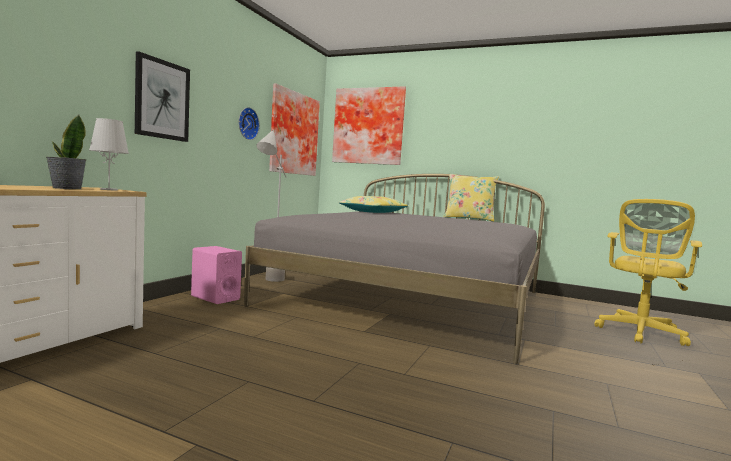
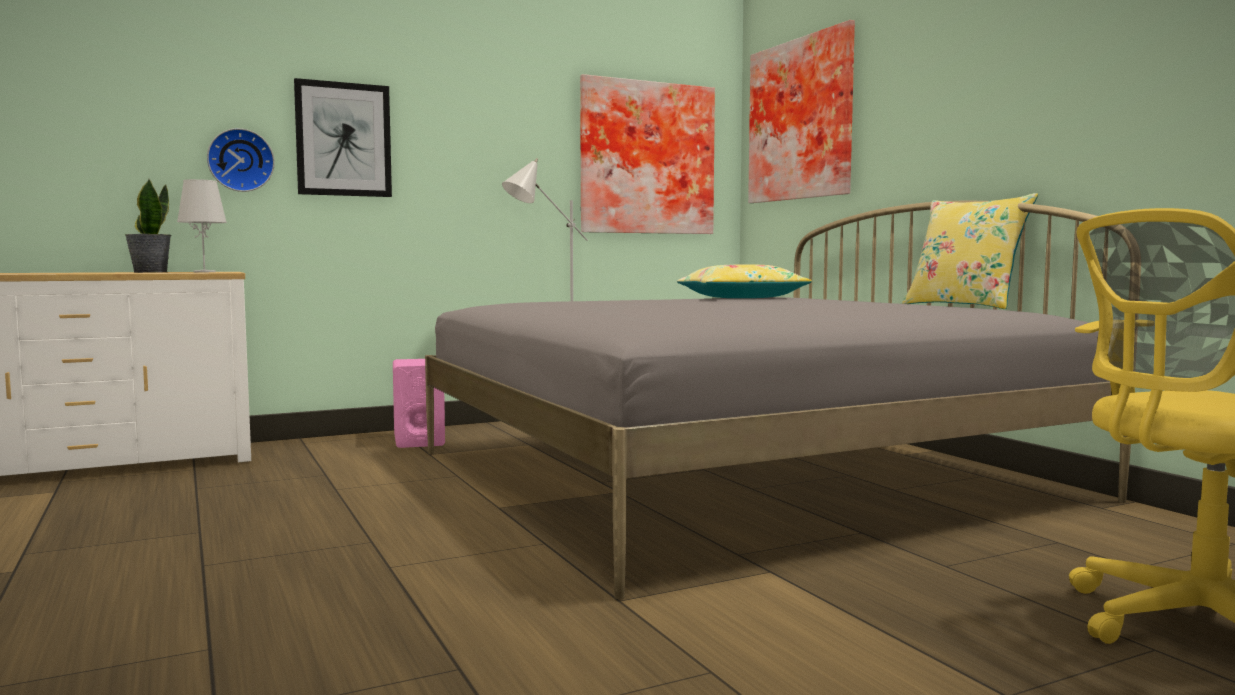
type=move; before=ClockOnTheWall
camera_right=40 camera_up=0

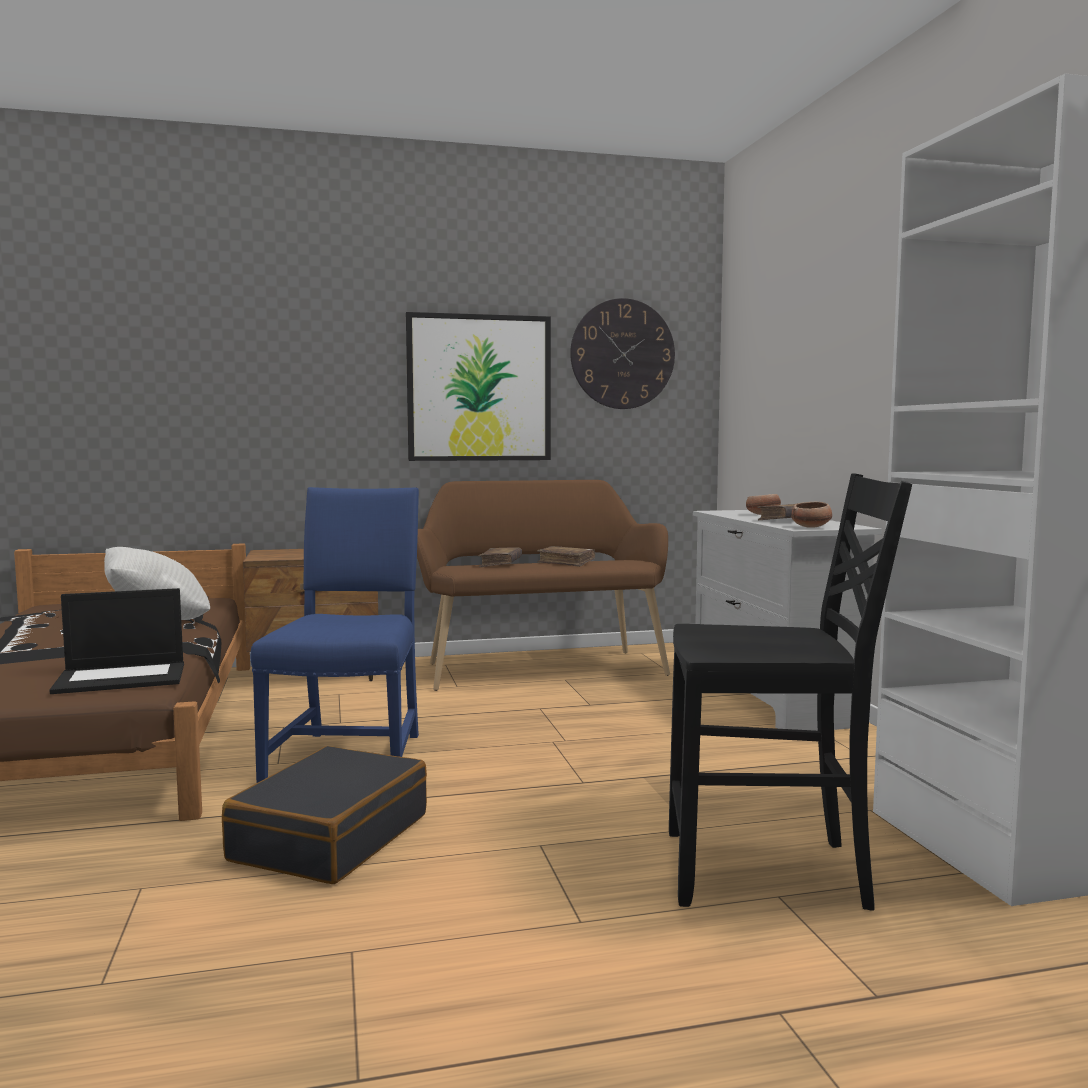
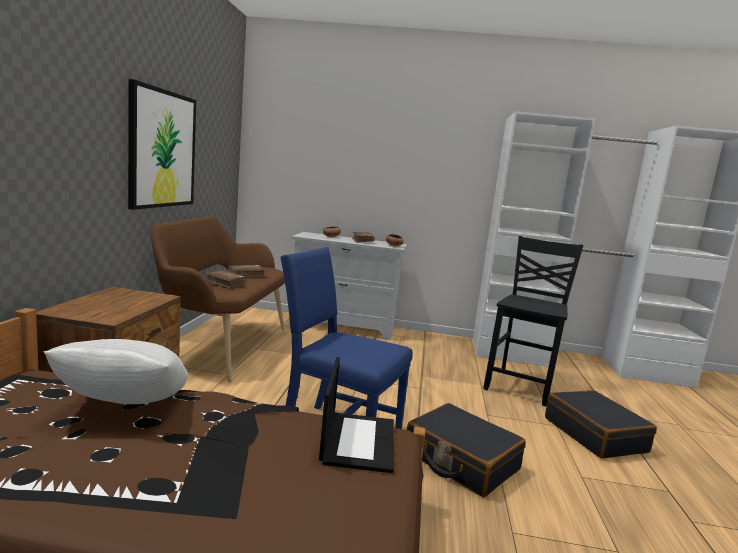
type=insert; after=BlackishSuitcase (2nd from left)
type=delete; before=ClockOnTheWall
camera_right=-70 camera_up=5

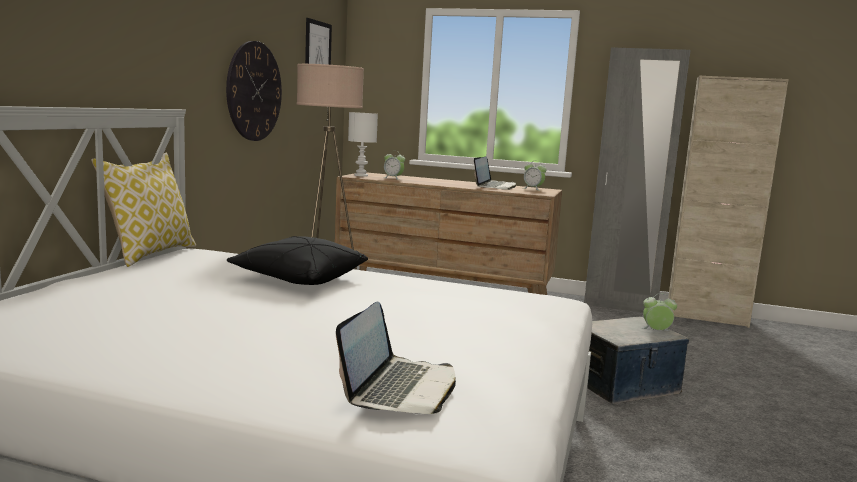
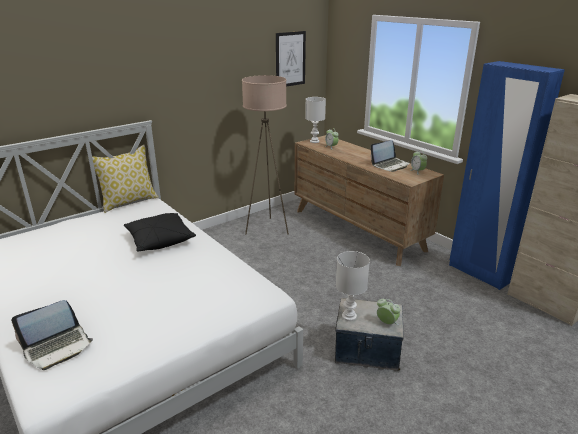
type=insert; after=WhitishLampForATable (2nd from left)
type=recolor; before=GreyWardrobe; after=BlueWardrobe
type=delete; before=ClockOnTheWall
camera_right=35 camera_up=15

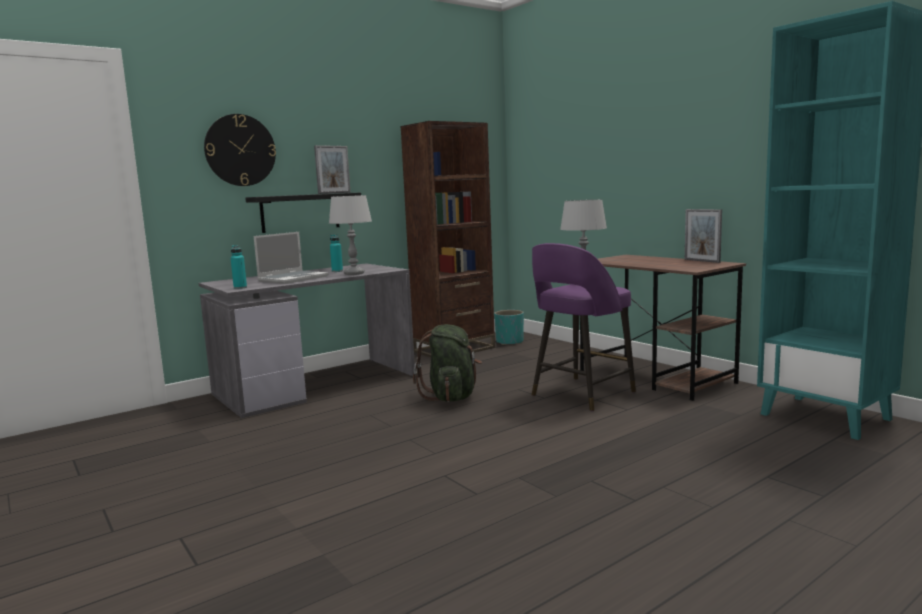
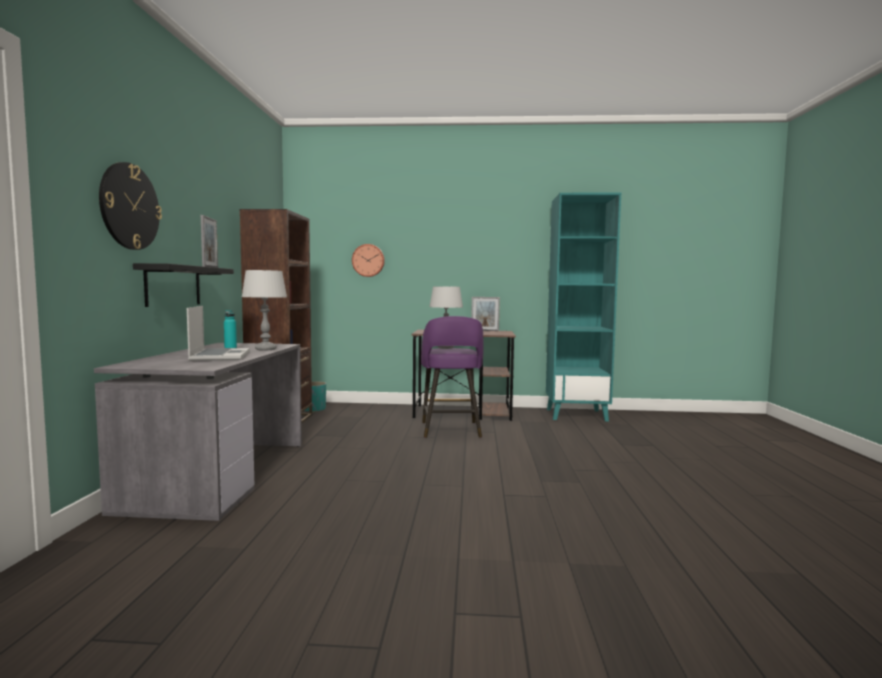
type=insert; after=ClockOnTheWall (2nd from left)
type=delete; before=TurquoiseBeverageBottle (1st from left)
type=delete; before=GreenishRucksack
camera_right=-50 camera_up=-5

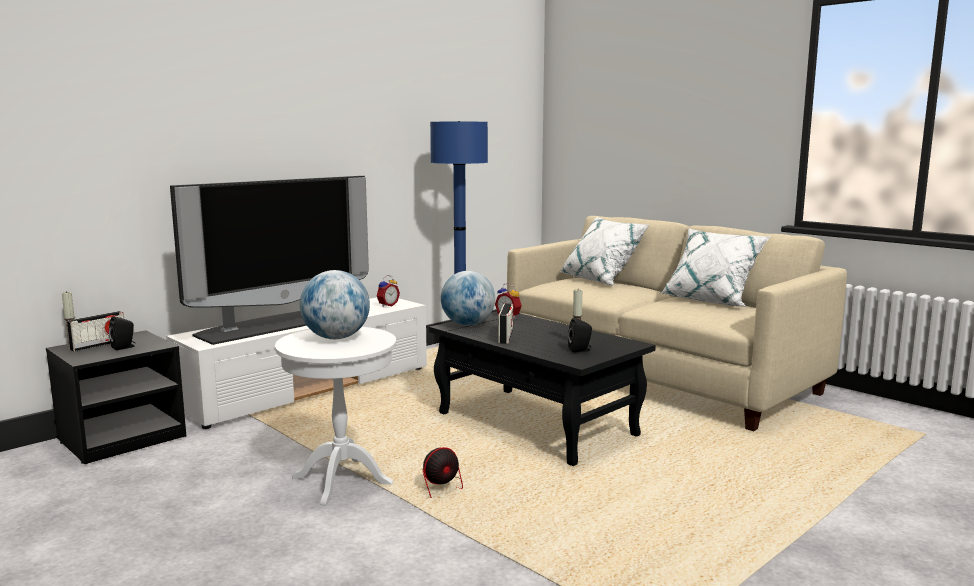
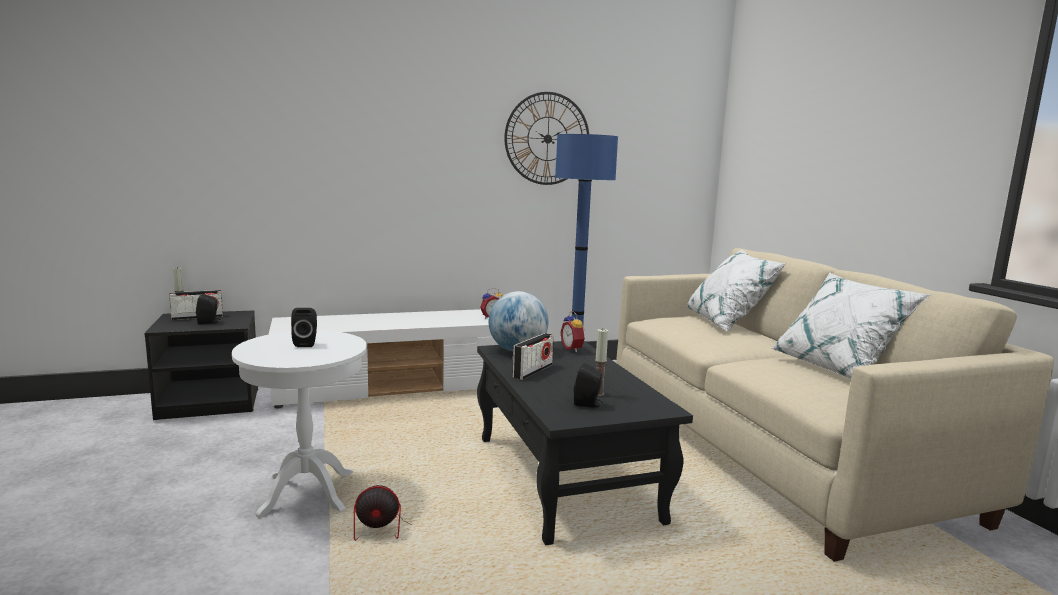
type=replace; before=Globe (1st from left); after=BlackishSpeaker (2nd from left)
type=insert; after=ClockOnTheWall
type=delete; before=TvSet
camera_right=25 camera_up=0

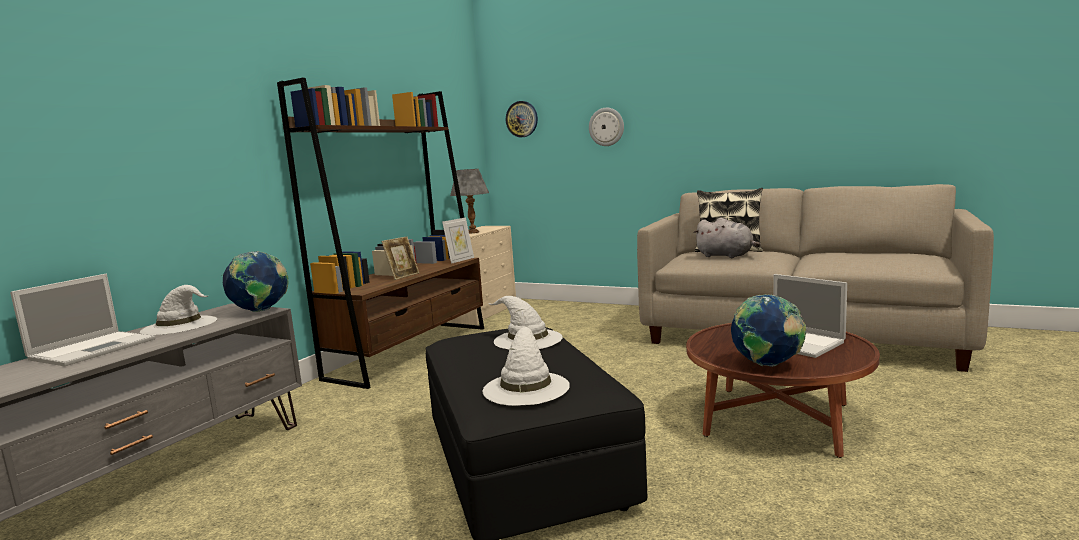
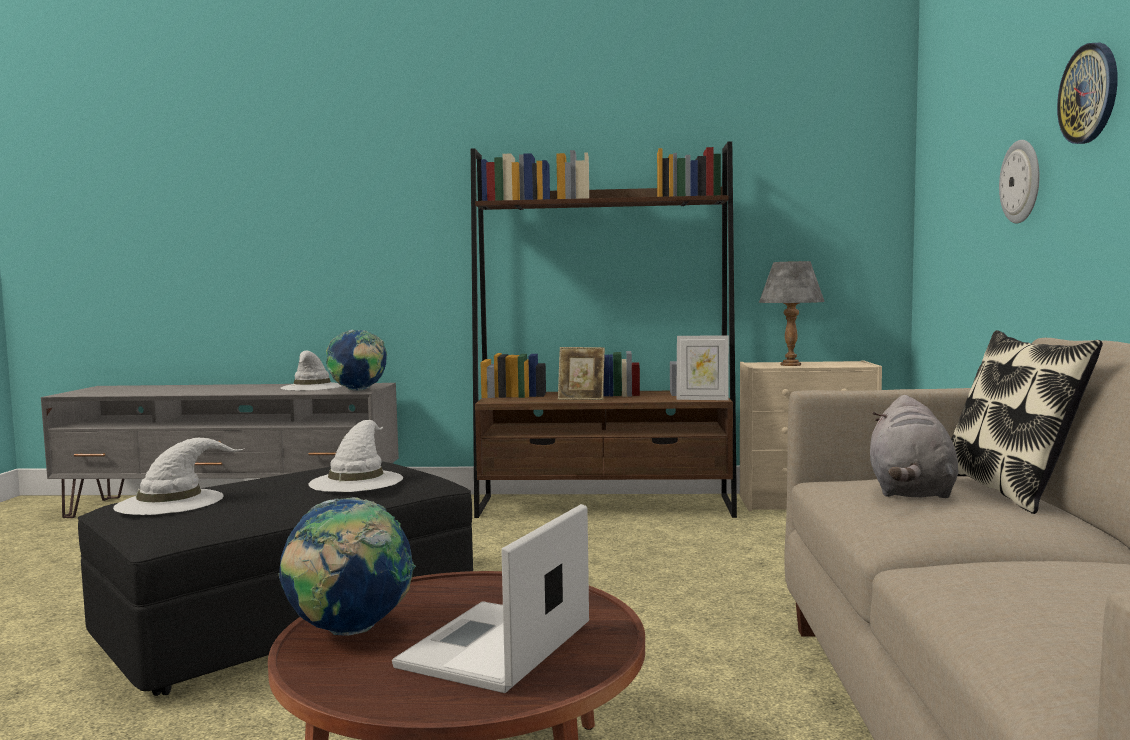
type=move; before=ClockOnTheWall (1st from left in the first image); after=ClockOnTheWall (2nd from left)
type=delete; before=Laptop (1st from left)
camera_right=65 camera_up=-5

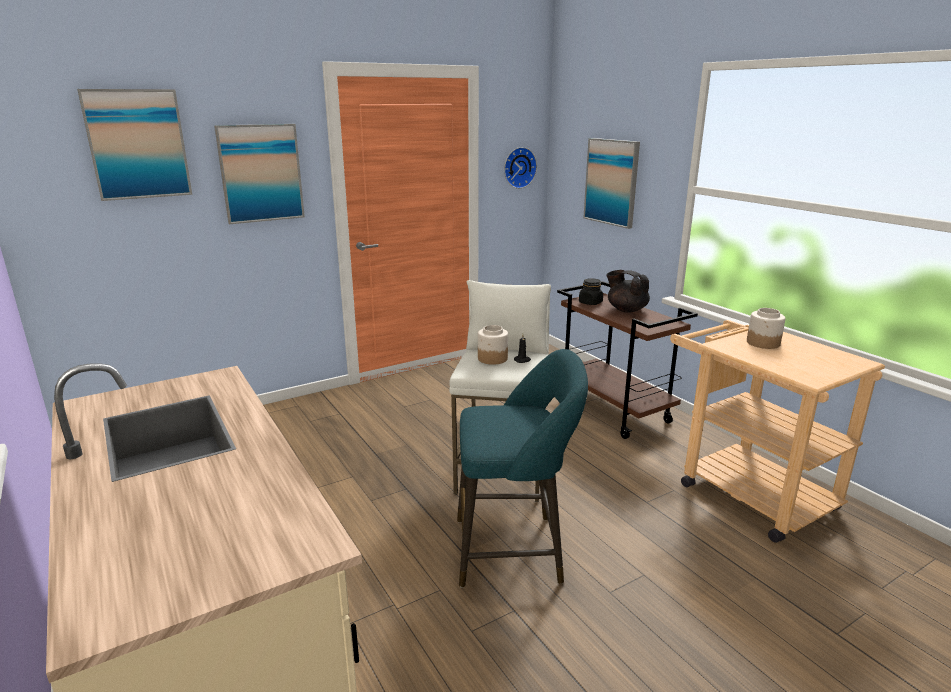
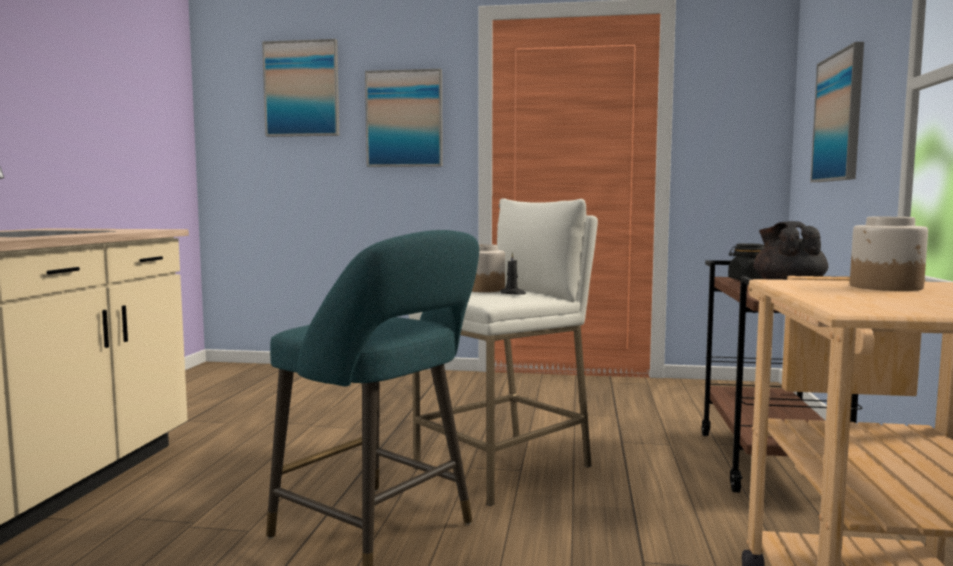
type=delete; before=ClockOnTheWall
camera_right=40 camera_up=-15

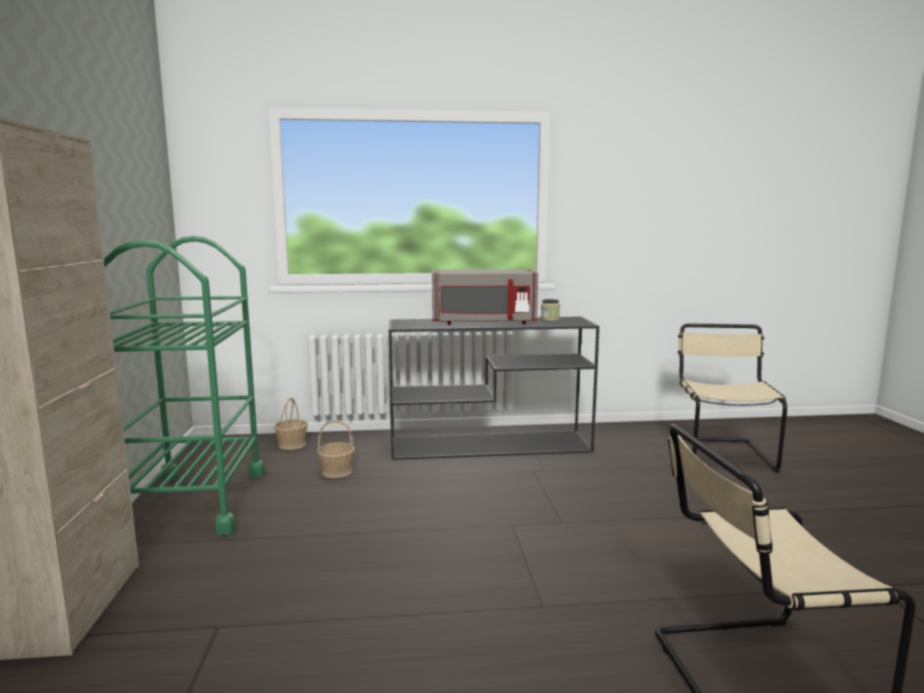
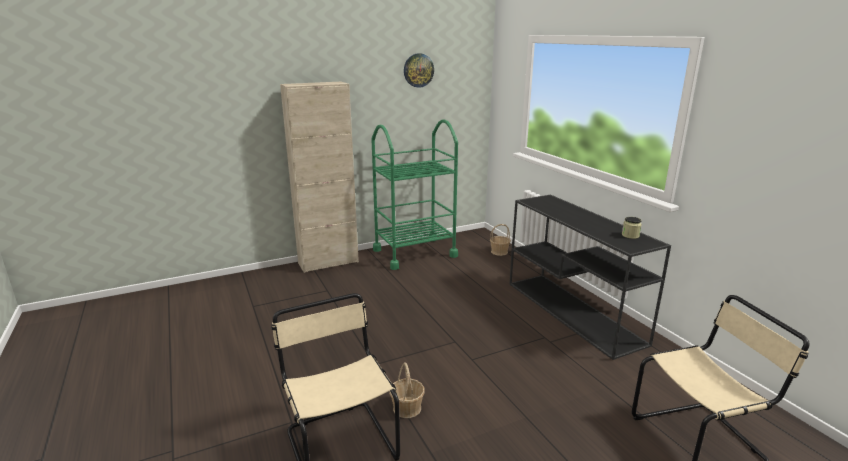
type=move; before=Basket (2nd from left in the first image); after=Basket (1st from left)
type=insert; after=ClockOnTheWall
type=delete; before=GreyMicrowave
camera_right=70 camera_up=10

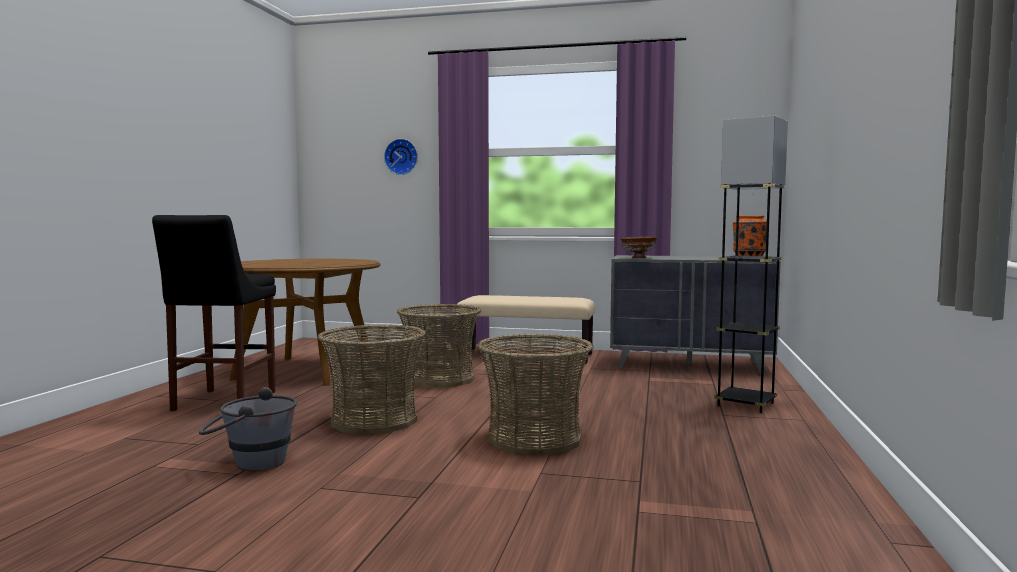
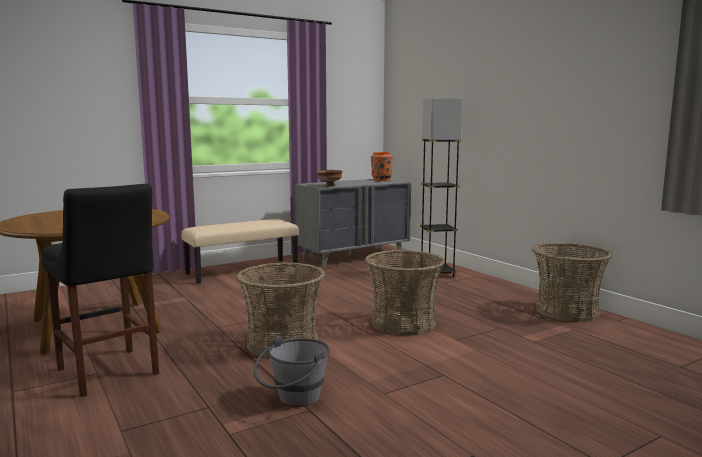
type=move; before=Basket (2nd from left in the first image); after=Basket (3rd from left)
type=delete; before=ClockOnTheWall
camera_right=-45 camera_up=5

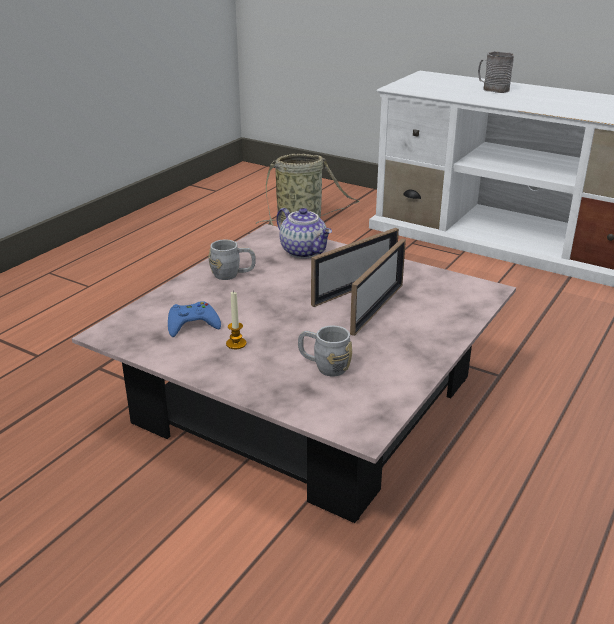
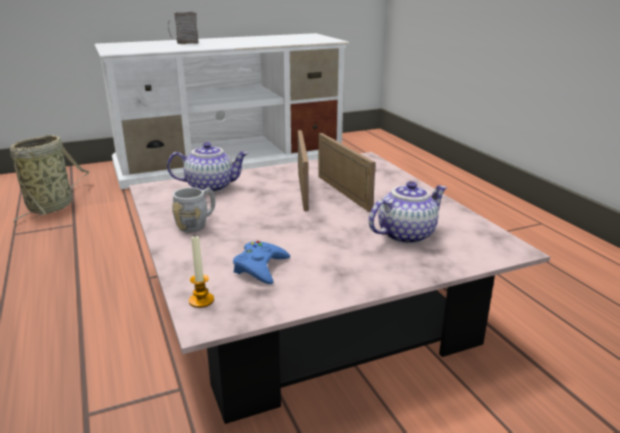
type=move; before=WaxLight
type=replace; before=GreyMug (2nd from left); after=TeaPot (2nd from left)
camera_right=-55 camera_up=-5

